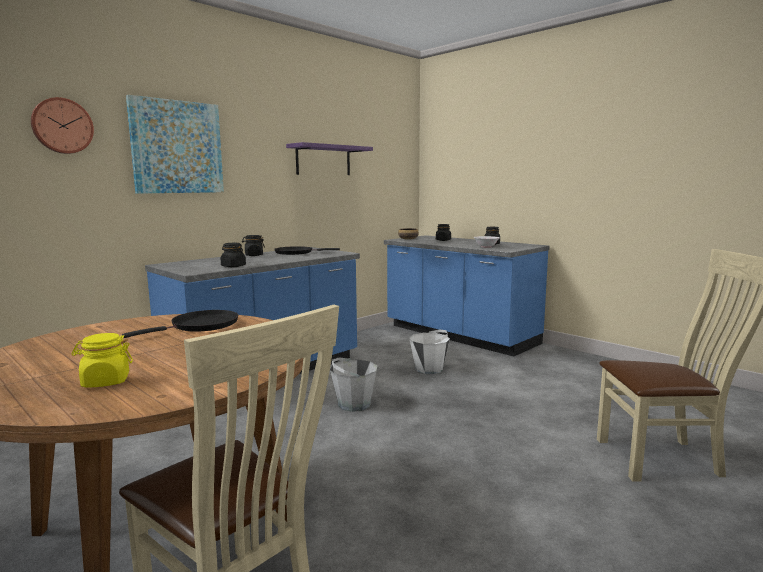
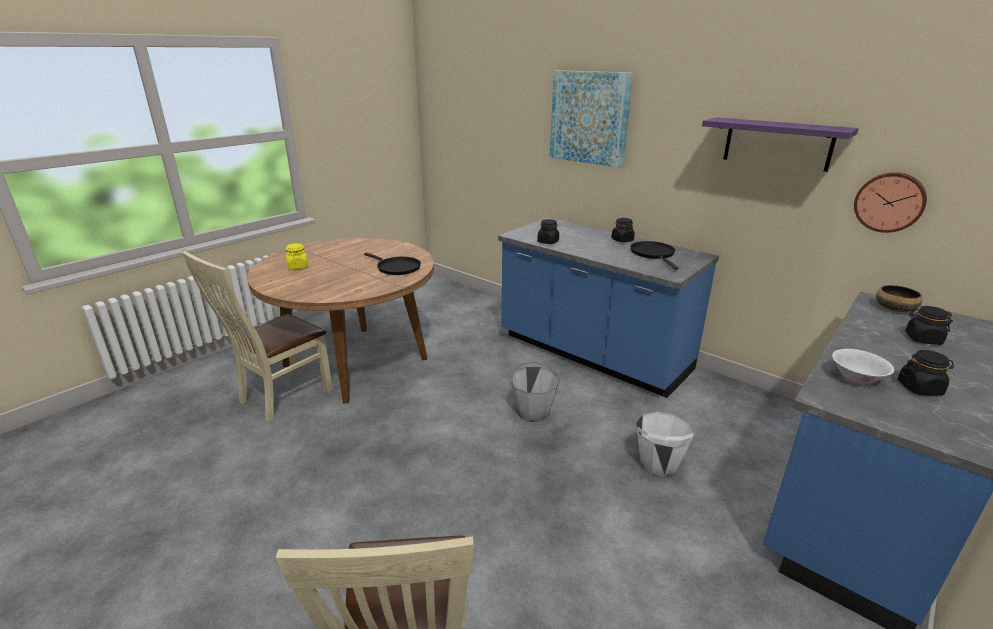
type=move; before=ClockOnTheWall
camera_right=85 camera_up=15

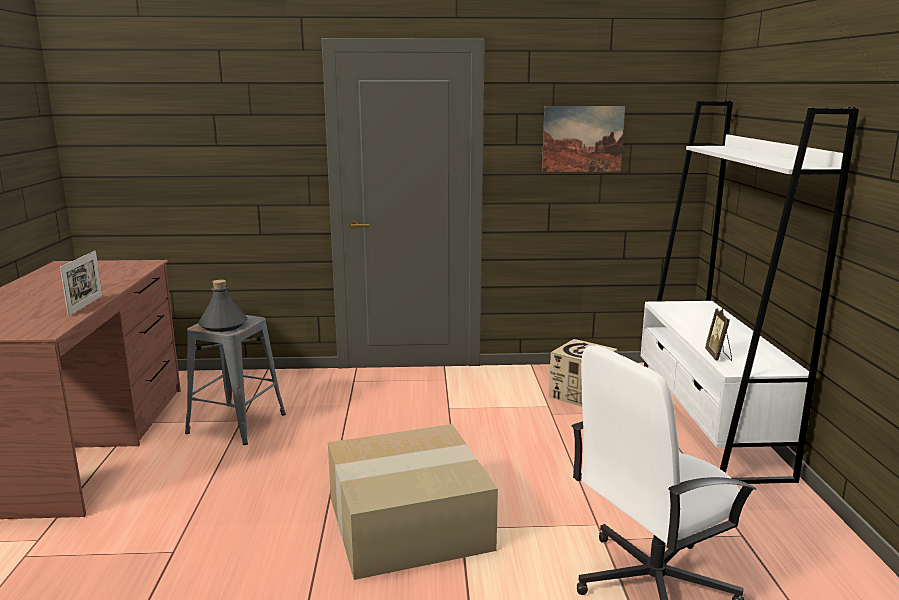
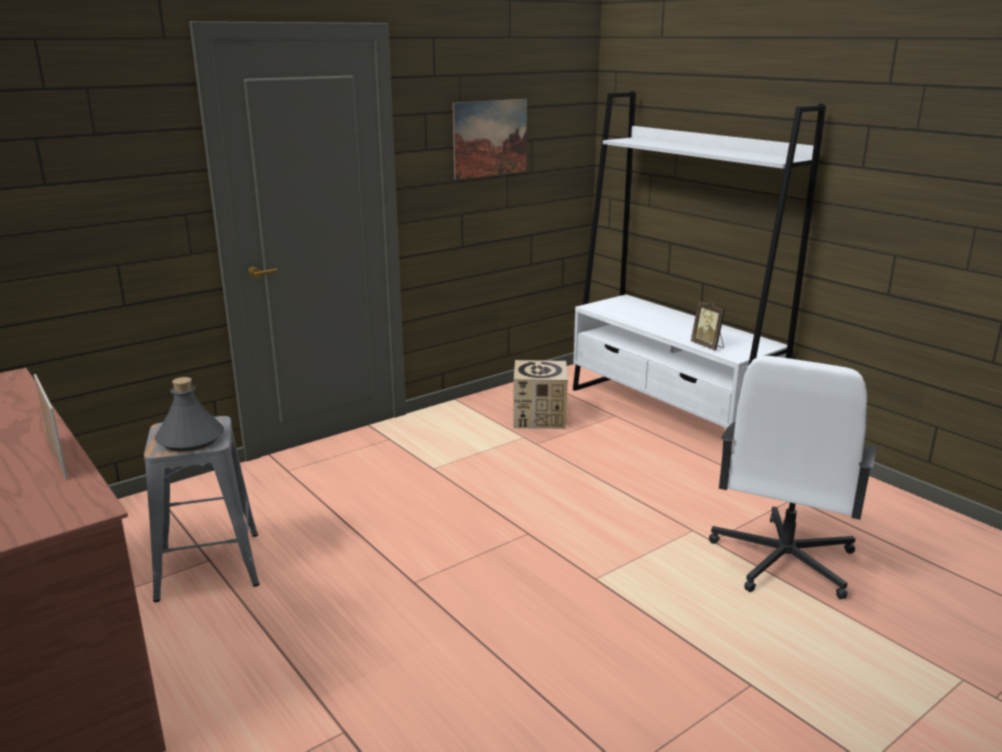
type=delete; before=CardboardBox (1st from left)
camera_right=-35 camera_up=5

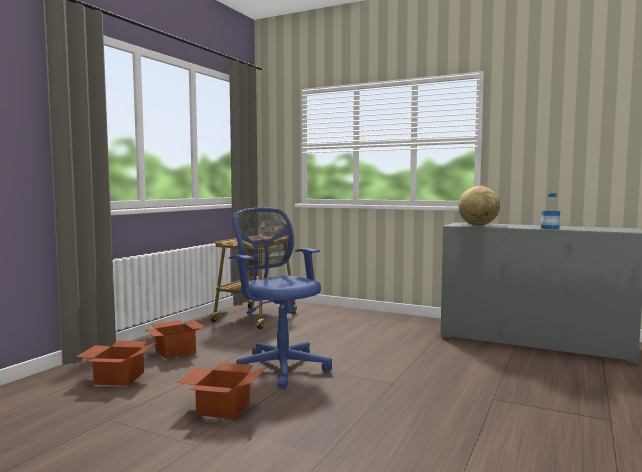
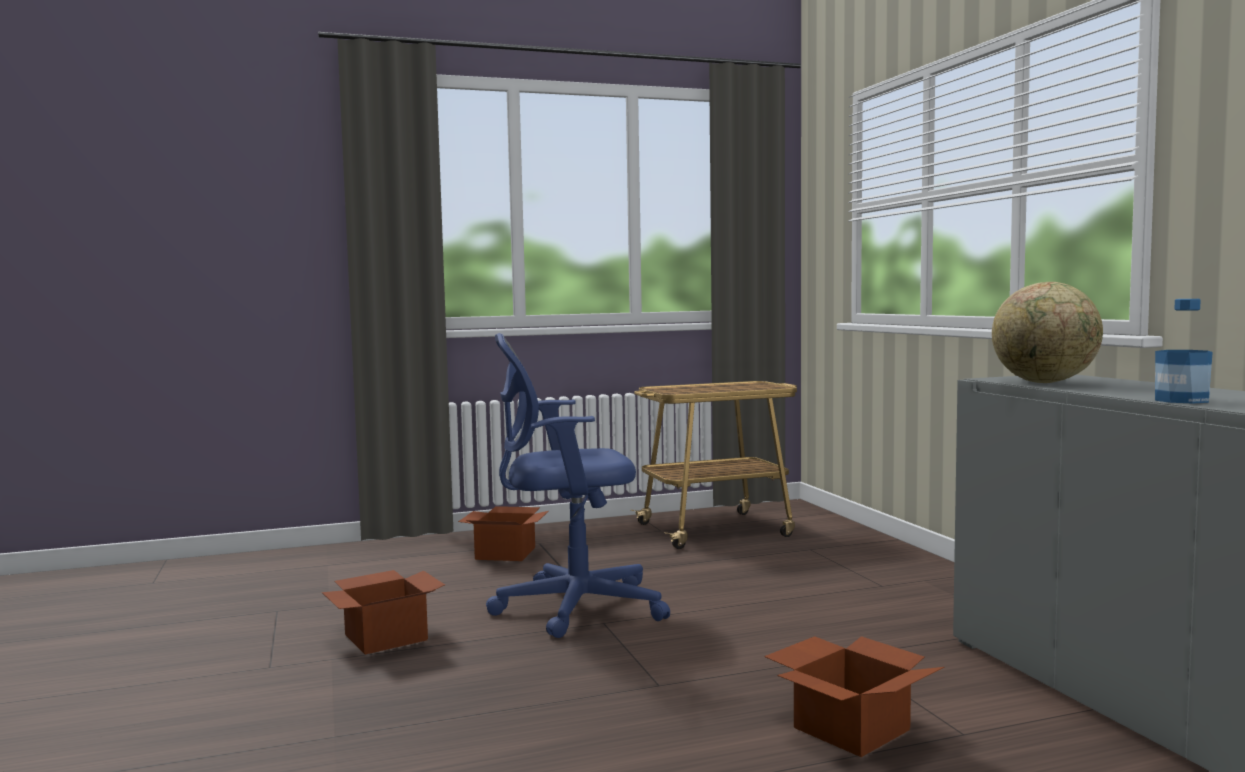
type=rotate; before=BlueOfficeChair; turn=-105
type=move; before=CardboardBox (1st from left in the first image); after=CardboardBox (3rd from left)
camera_right=45 camera_up=0

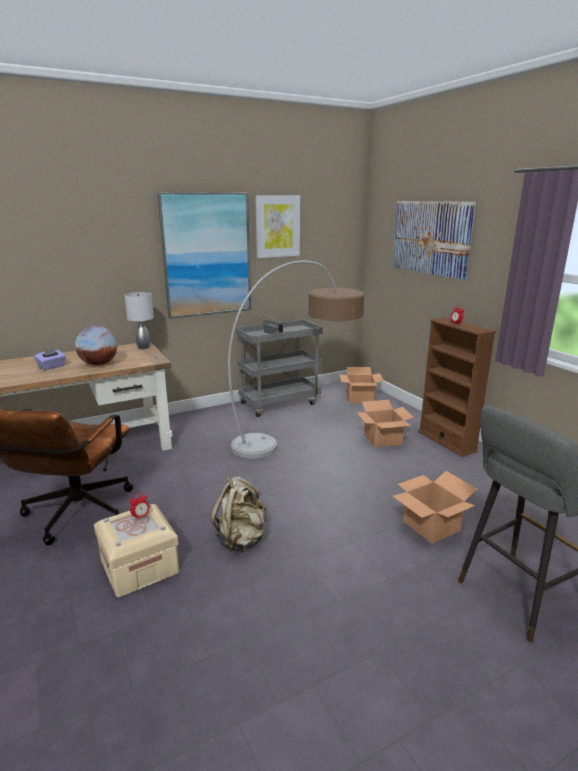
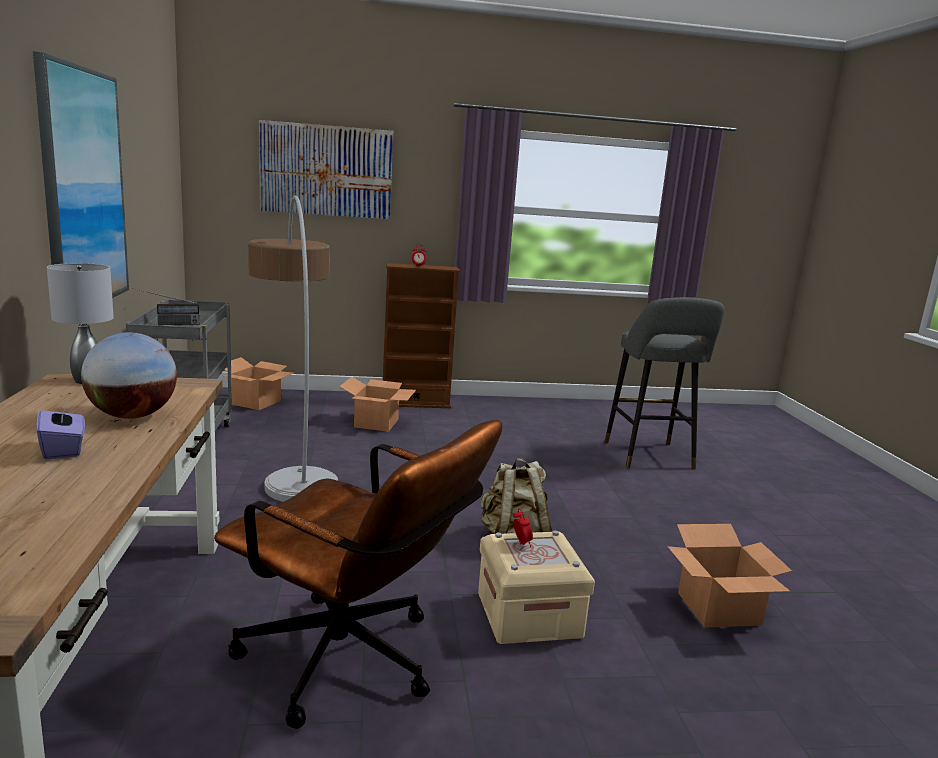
type=move; before=CardboardBox (3rd from left)
type=delete; before=Picture (2nd from left)
camera_right=-70 camera_up=-5

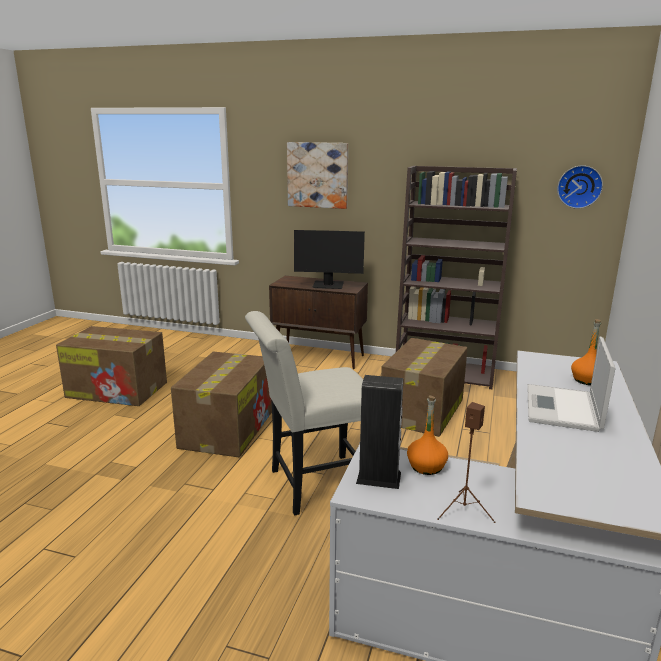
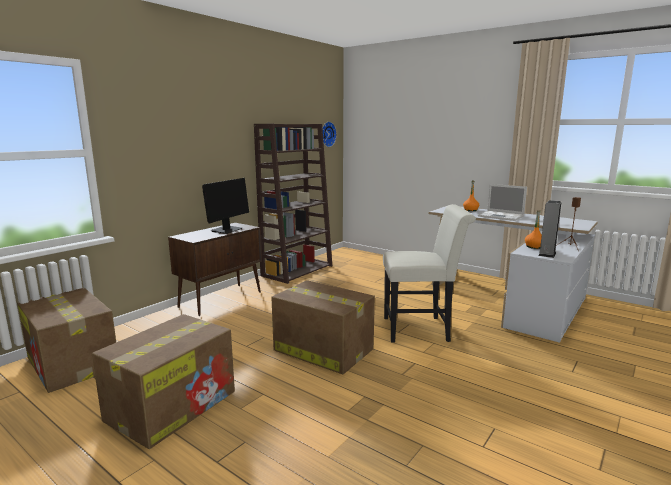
type=move; before=CardboardBox (3rd from left in the first image); after=CardboardBox (1st from left)
type=rotate; before=WhitishPlainChair; turn=-90
type=delete; before=Picture
camera_right=-70 camera_up=-5

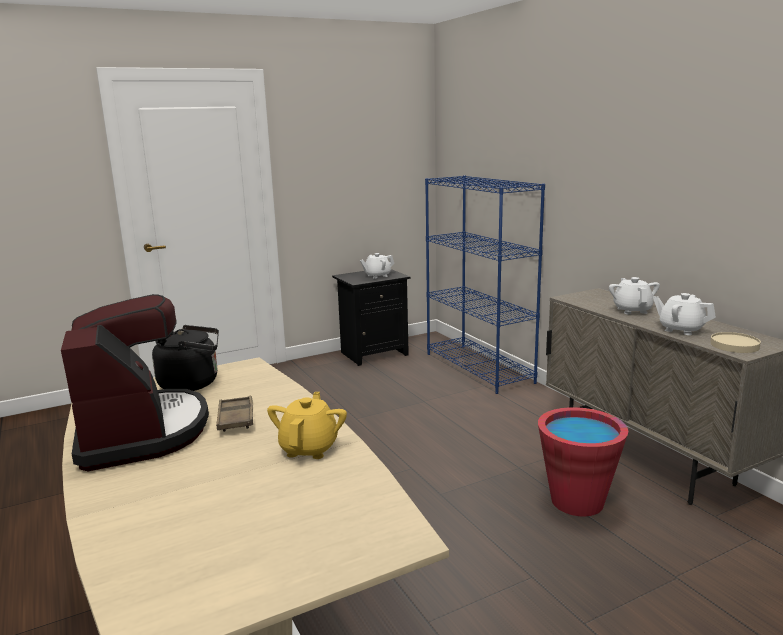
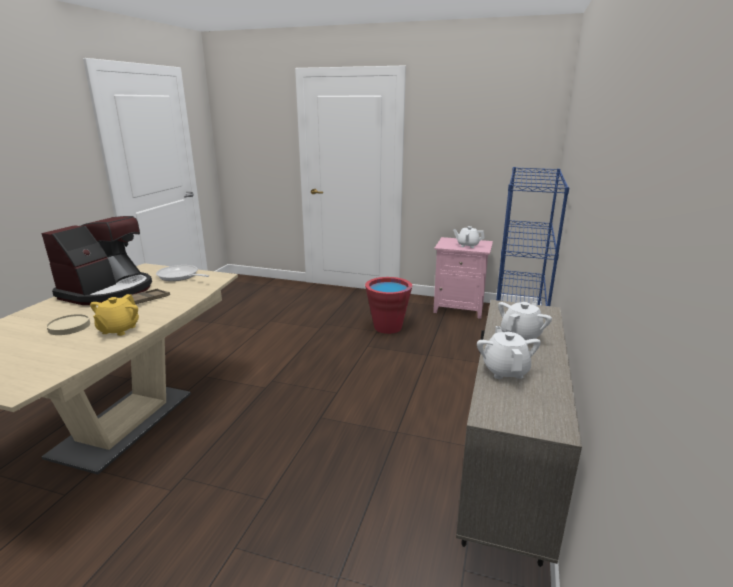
type=move; before=SandColouredDinnerPlate
type=rotate; before=YellowColouredTeaPot; turn=135
type=replace; before=BlackishKettle; after=Pan
type=move; before=ReddishPail
type=recolor; before=BlackishNightTable; after=PinkishNightTable
camera_right=45 camera_up=5

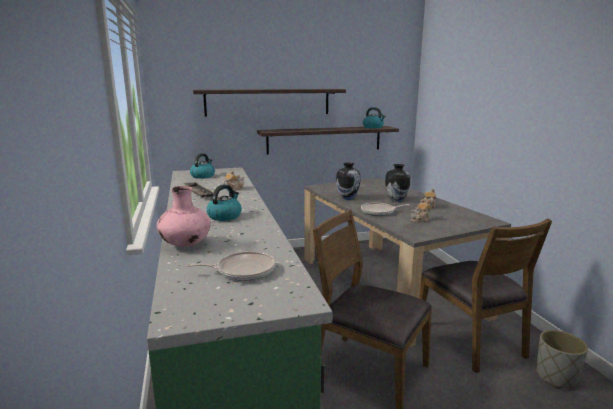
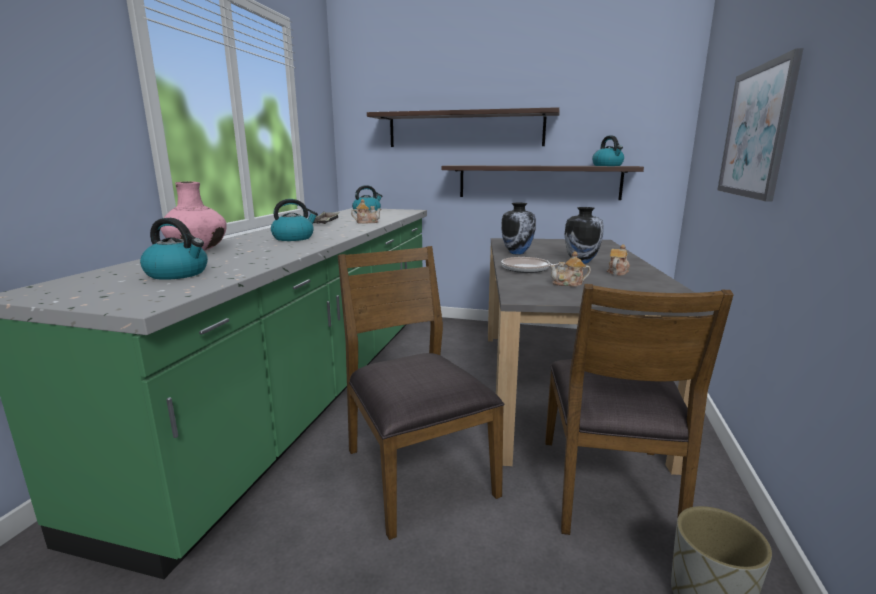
type=replace; before=Pan (1st from left); after=Kettle (1st from left)
type=insert; after=Picture
camera_right=30 camera_up=0

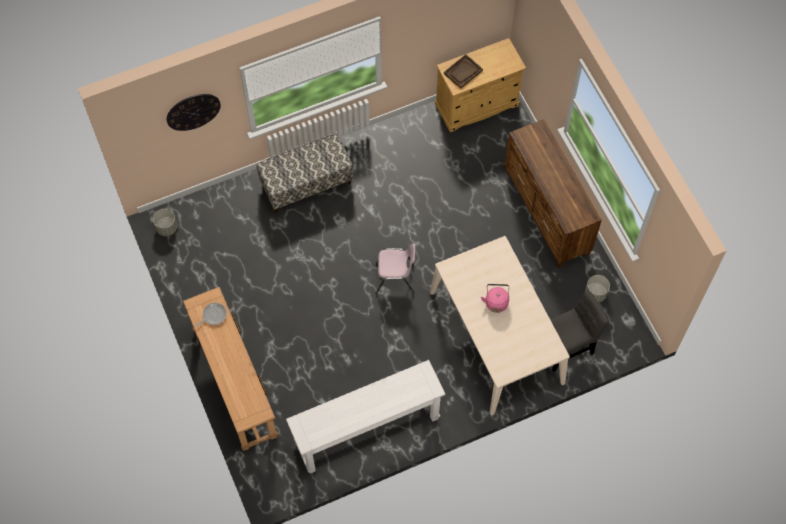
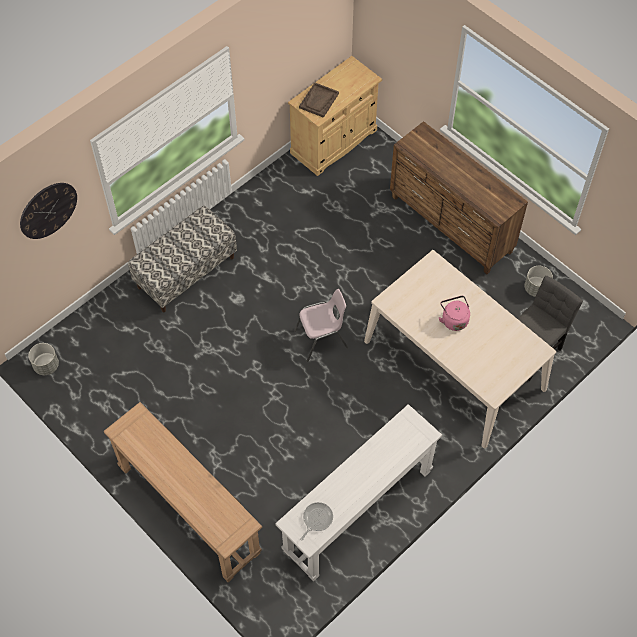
type=move; before=Pan
camera_right=-20 camera_up=-5

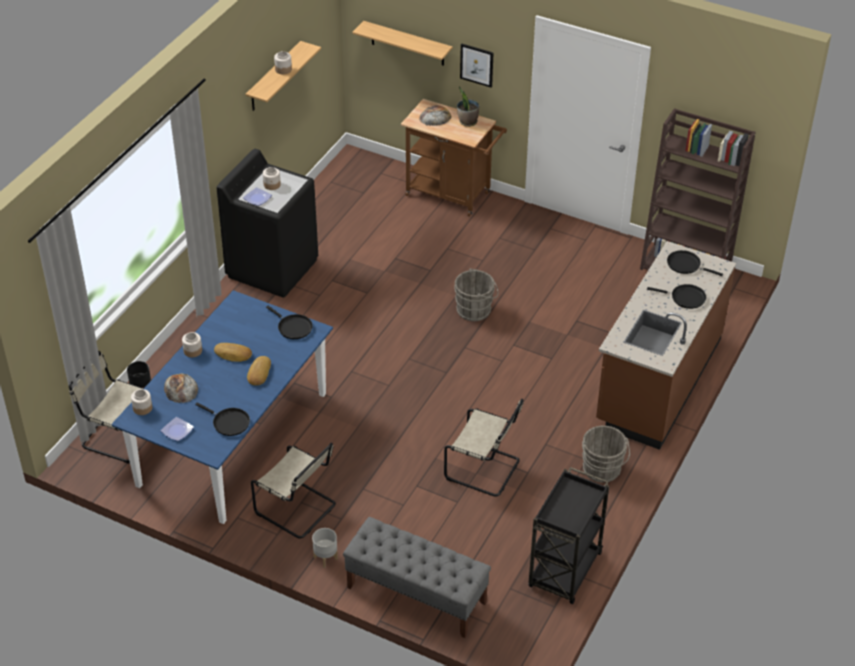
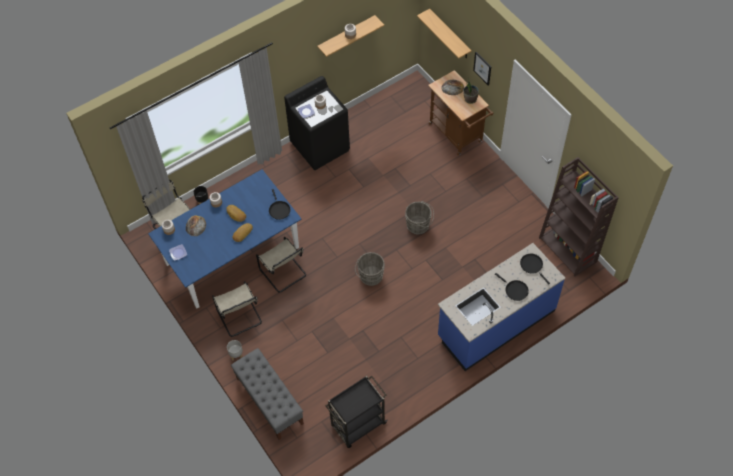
type=move; before=SandColouredPlainChair (3rd from left)
type=move; before=GreyPail (2nd from left in the first image); after=GreyPail (1st from left)
type=recolor; before=BrownKitchenBaseUnit; after=BlueKitchenBaseUnit
type=delete; before=BlackishPan (1st from left)
camera_right=30 camera_up=15

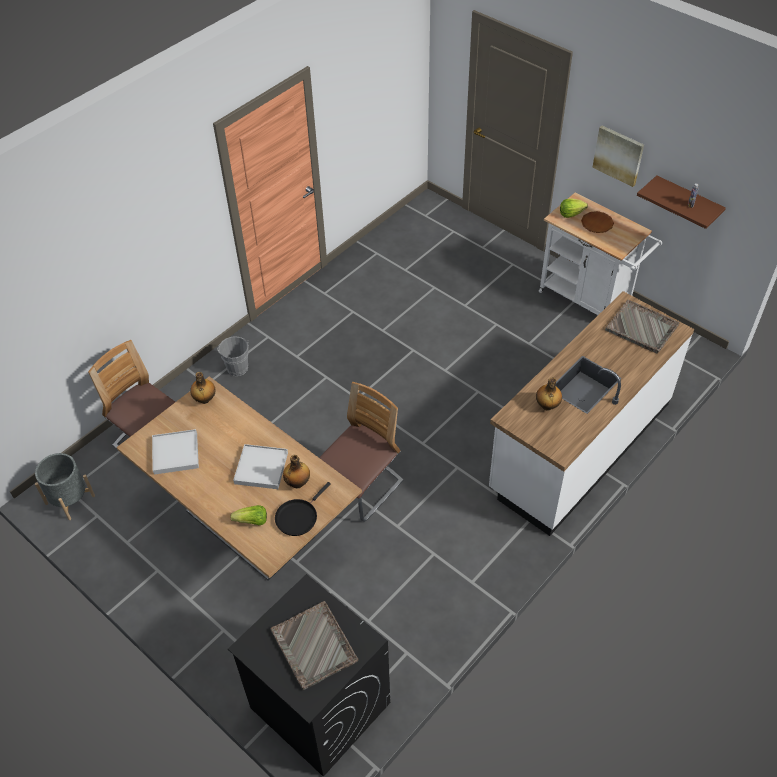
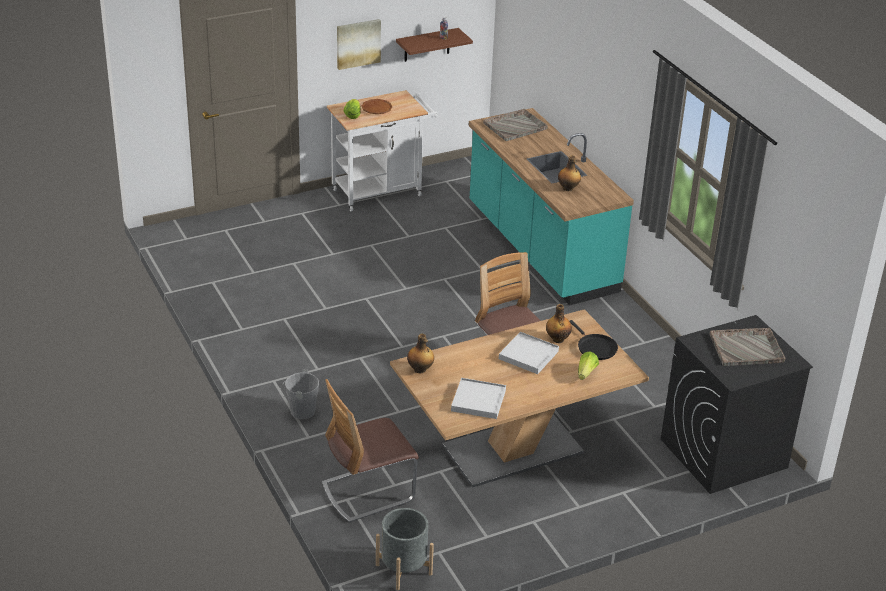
type=recolor; before=WhitishKitchenBaseUnit; after=TurquoiseKitchenBaseUnit
camera_right=-70 camera_up=-15

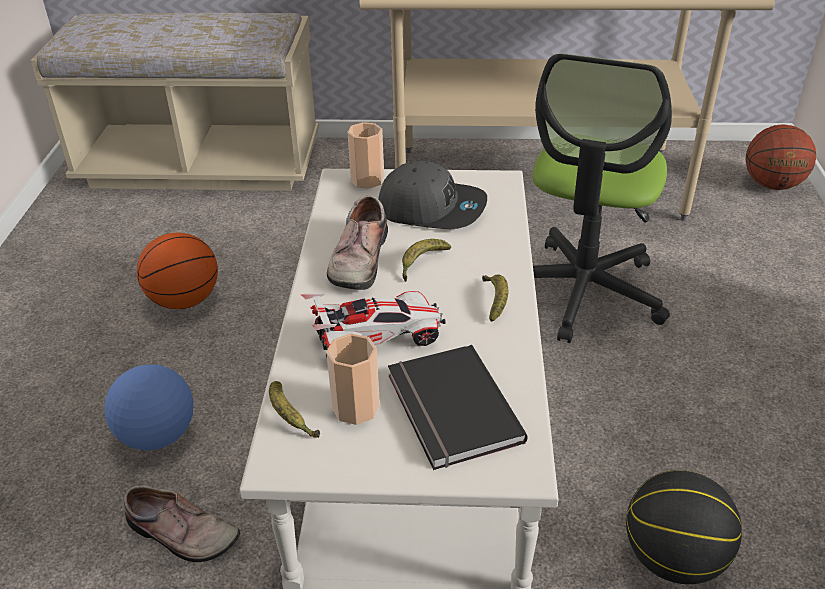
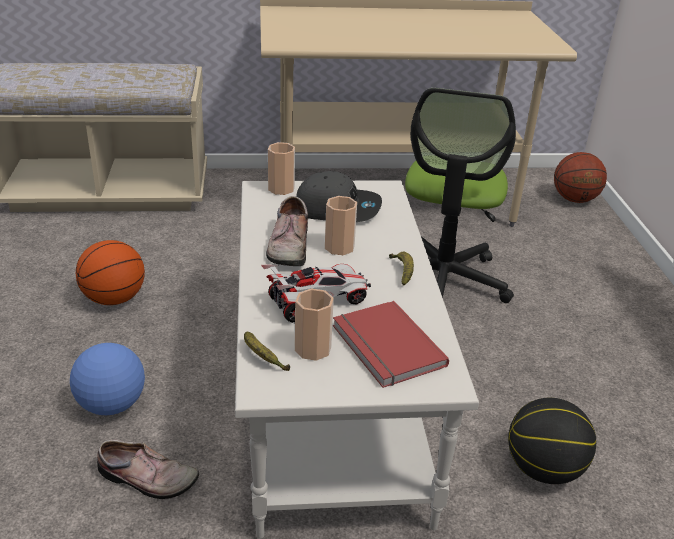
type=replace; before=Banana (2nd from left); after=SmallCup (3rd from left)
type=recolor; before=BlackishVolume; after=ReddishVolume
camera_right=-10 camera_up=-5

